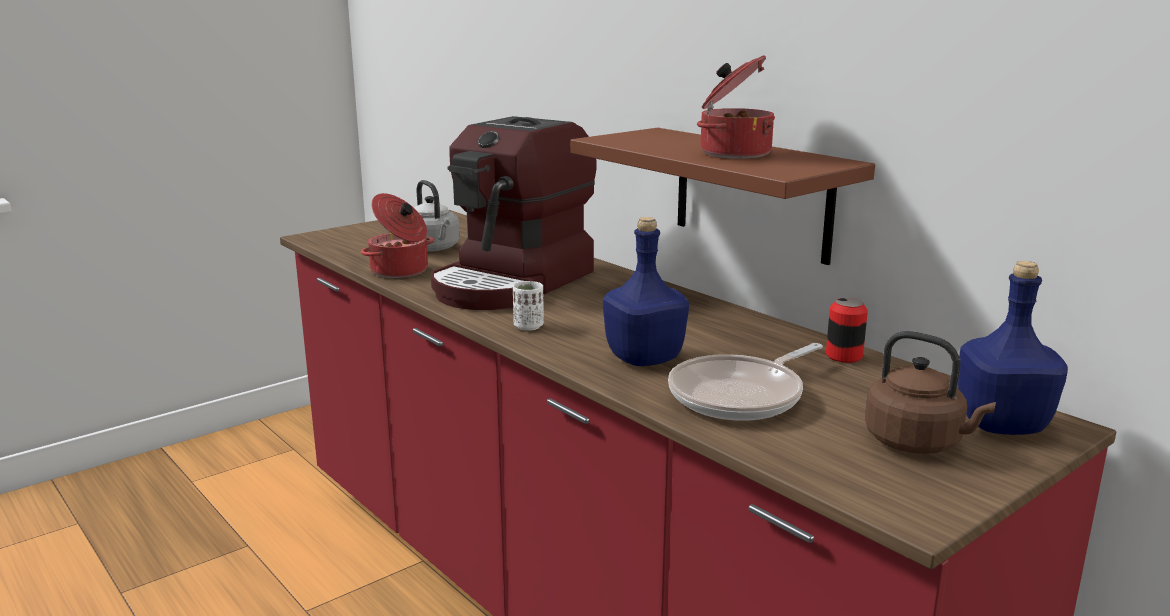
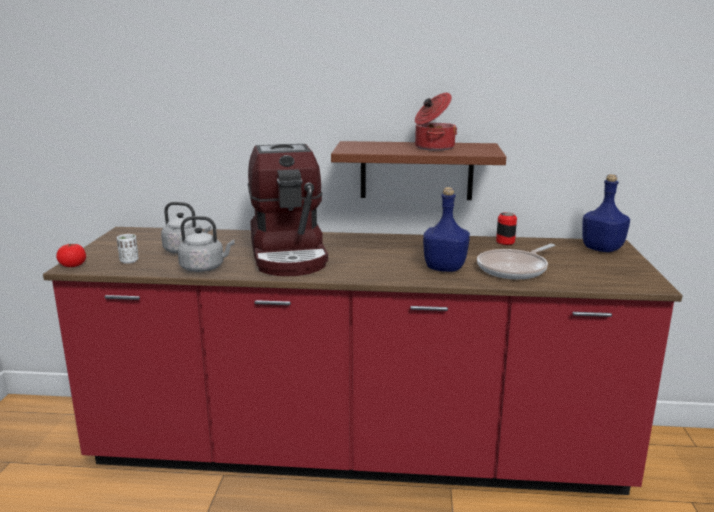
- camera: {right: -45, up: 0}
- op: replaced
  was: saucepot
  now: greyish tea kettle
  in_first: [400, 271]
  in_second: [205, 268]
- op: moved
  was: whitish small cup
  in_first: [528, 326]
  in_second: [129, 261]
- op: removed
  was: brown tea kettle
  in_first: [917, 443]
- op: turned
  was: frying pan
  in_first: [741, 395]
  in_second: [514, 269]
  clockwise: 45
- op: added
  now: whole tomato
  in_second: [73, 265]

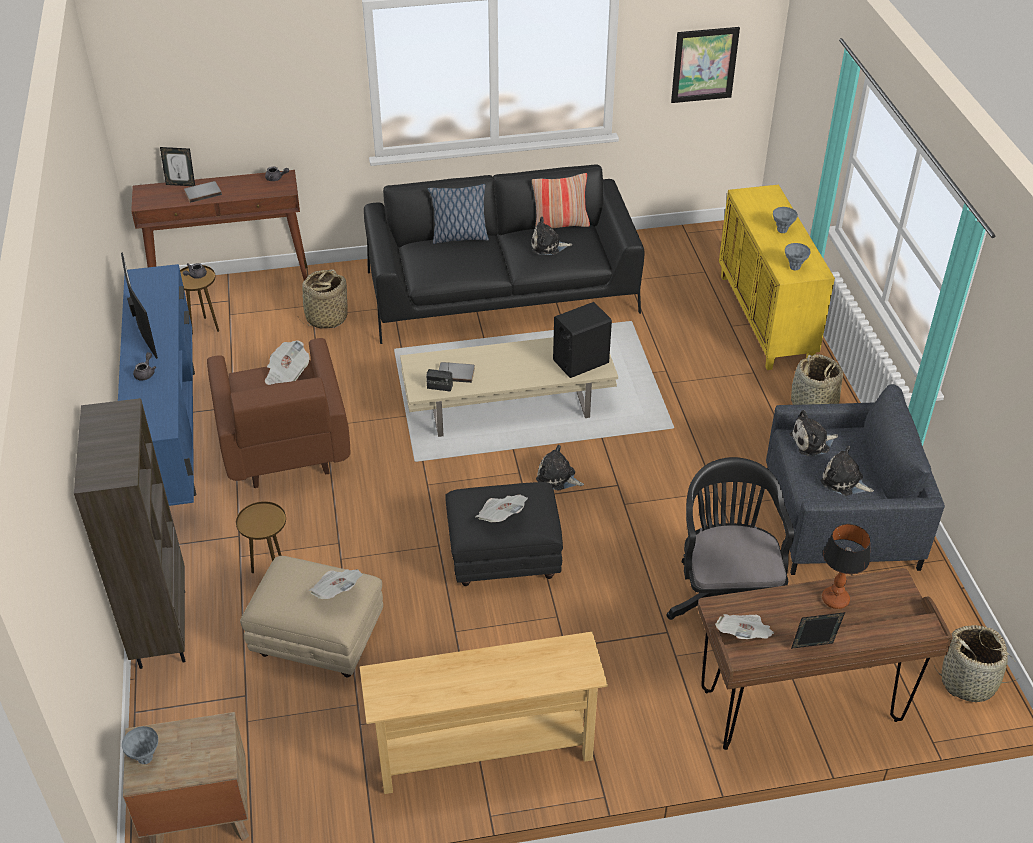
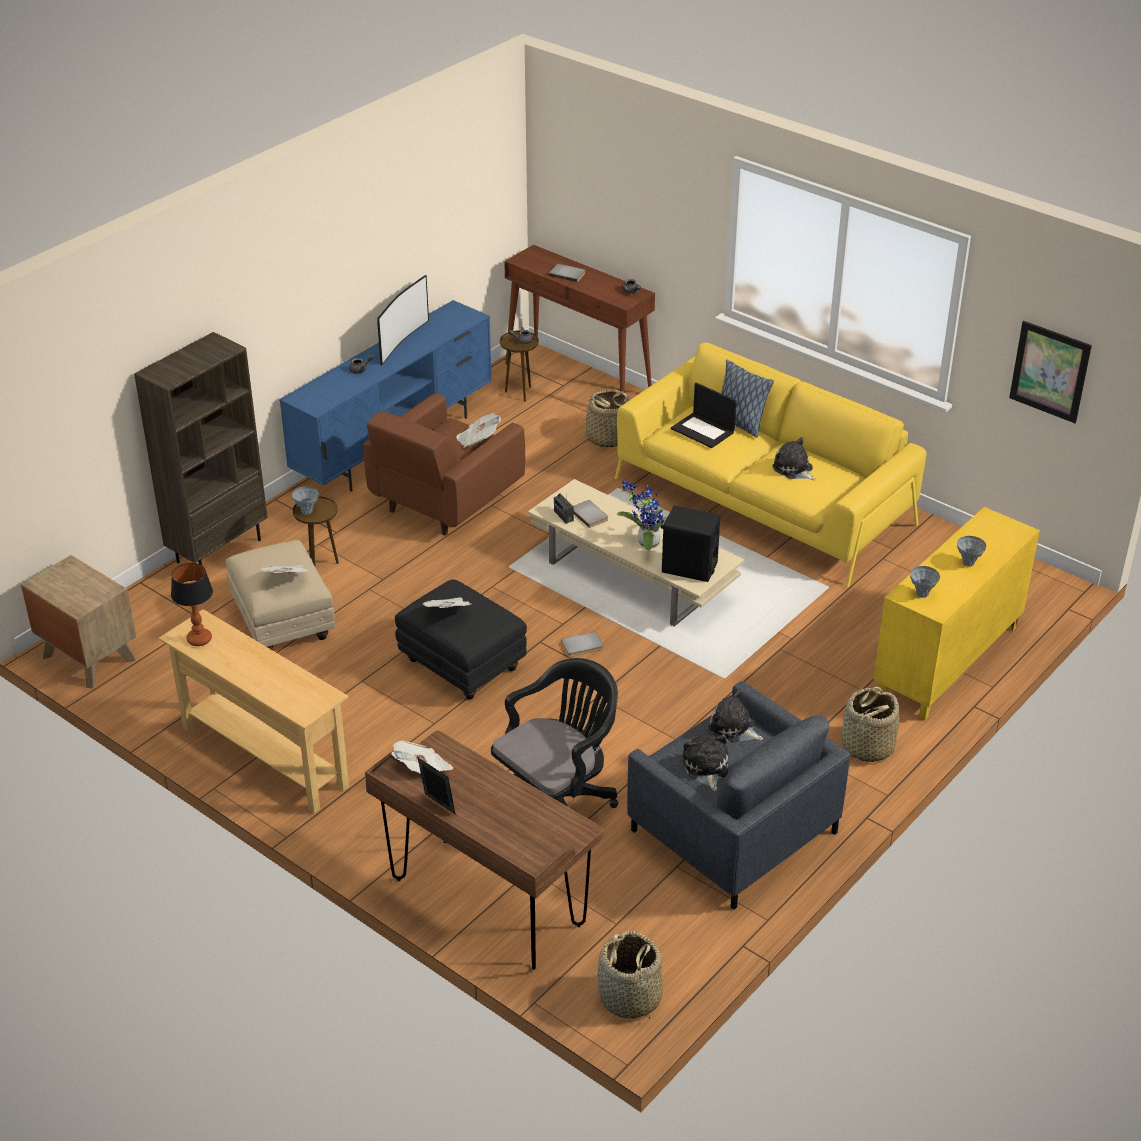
- camera: {right: 50, up: -5}
- op: removed
  was: standing frame
  in_first: [181, 184]
- op: recoloured
  was: black settee
  now: yellow-coloured settee
  in_first: [502, 292]
  in_second: [764, 501]
- op: removed
  was: pillow
  in_first: [560, 225]
- op: replaced
  was: cuddly toy
  now: greyish book
  in_first: [558, 478]
  in_second: [582, 646]
- op: moved
  was: tabletop lamp
  in_first: [834, 599]
  in_second: [199, 639]
- op: moved
  was: greyish decorative vase
  in_first: [145, 758]
  in_second: [307, 511]
- op: added
  now: portable computer
  in_second: [703, 430]
- op: added
  now: plant in a pot
  in_second: [645, 543]

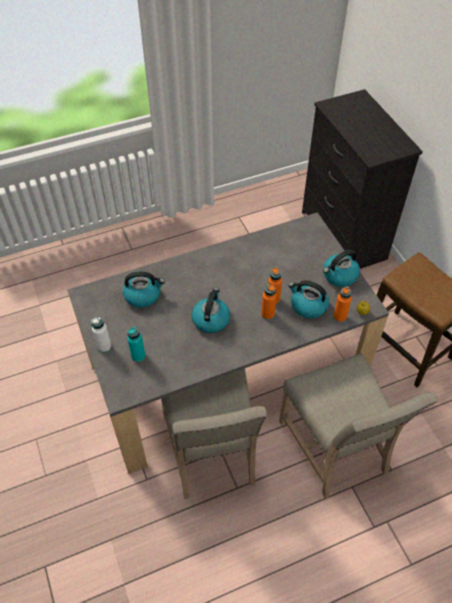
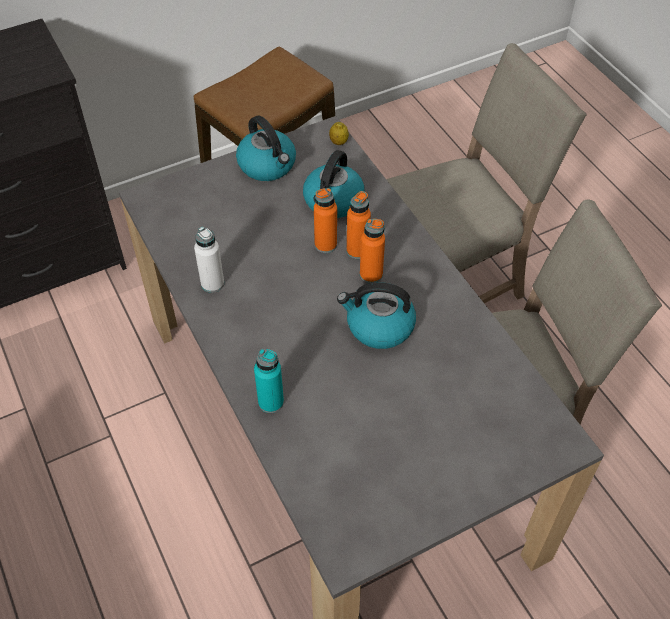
- camera: {right: -95, up: 0}
- op: removed
  was: tea kettle
  in_first: [143, 295]
- op: moved
  was: orange beverage bottle
  in_first: [339, 317]
  in_second: [371, 274]
- op: moved
  was: whitish beverage bottle
  in_first: [104, 346]
  in_second: [212, 283]
- op: moved
  was: turquoise beverage bottle
  in_first: [138, 356]
  in_second: [271, 402]

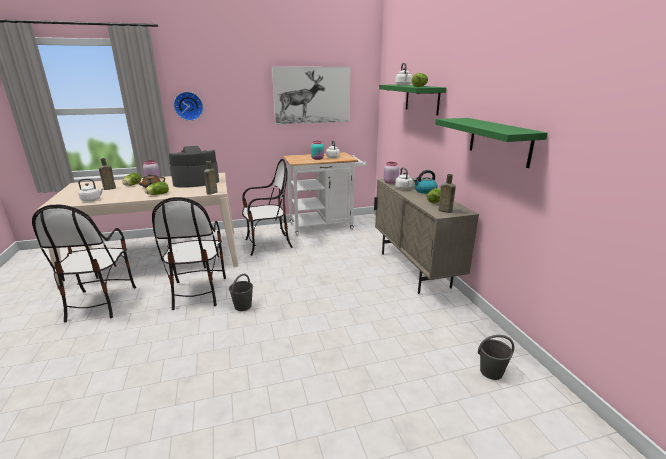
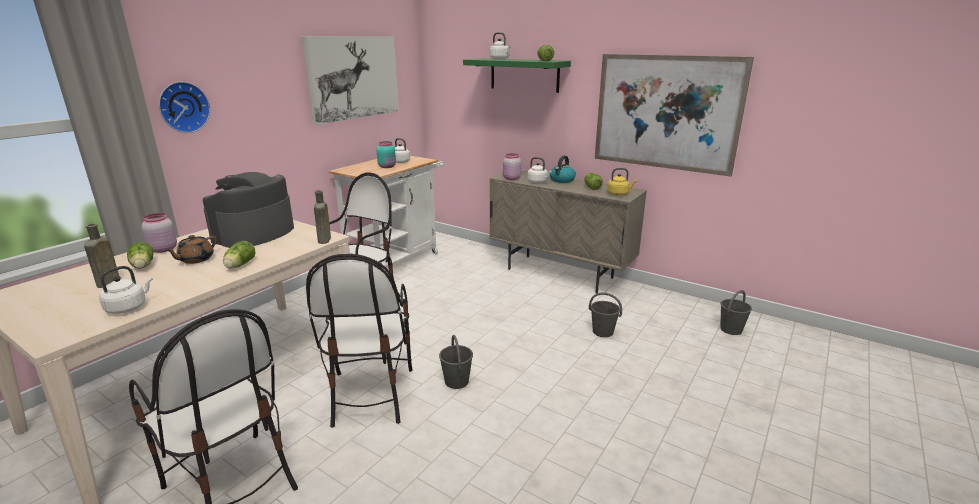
- camera: {right: -40, up: 0}
- op: replaced
  was: green-coloured shelf
  now: wall picture
  in_first: [499, 141]
  in_second: [665, 113]
- op: replaced
  was: brown beverage bottle
  now: yellow-coloured tea kettle
  in_first: [444, 211]
  in_second: [619, 194]
- op: turned
  was: chair
  in_first: [198, 292]
  in_second: [370, 395]
  clockwise: 45
- op: added
  now: greyish water bucket
  in_second: [603, 332]

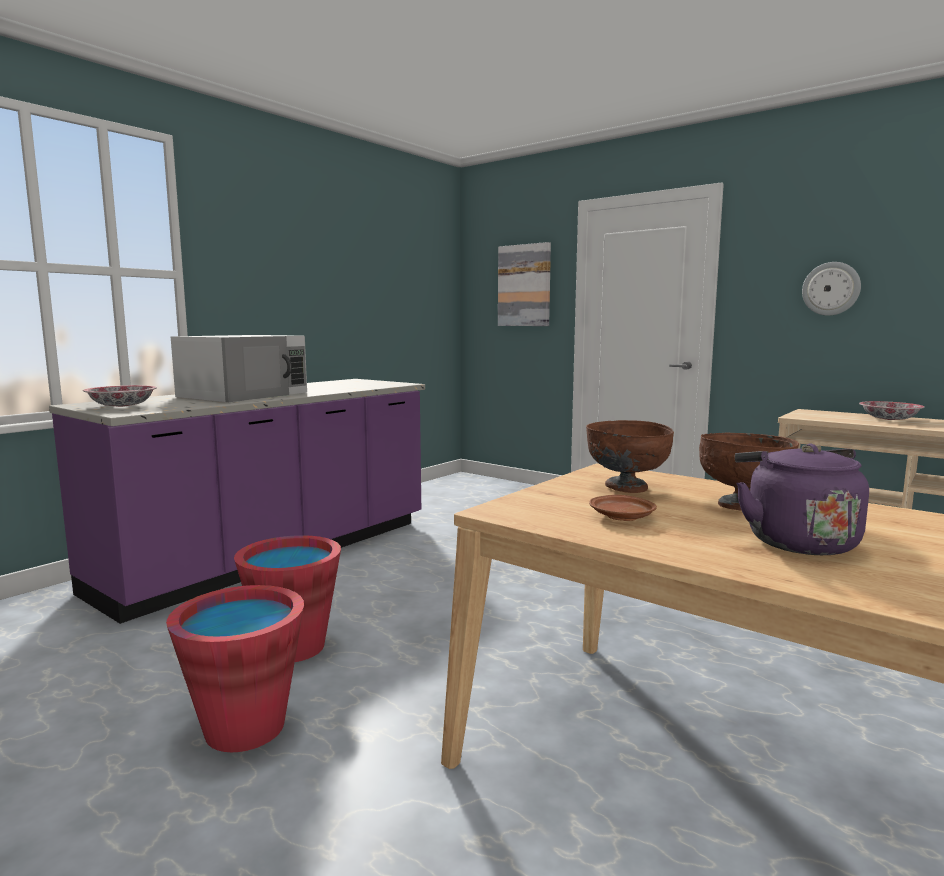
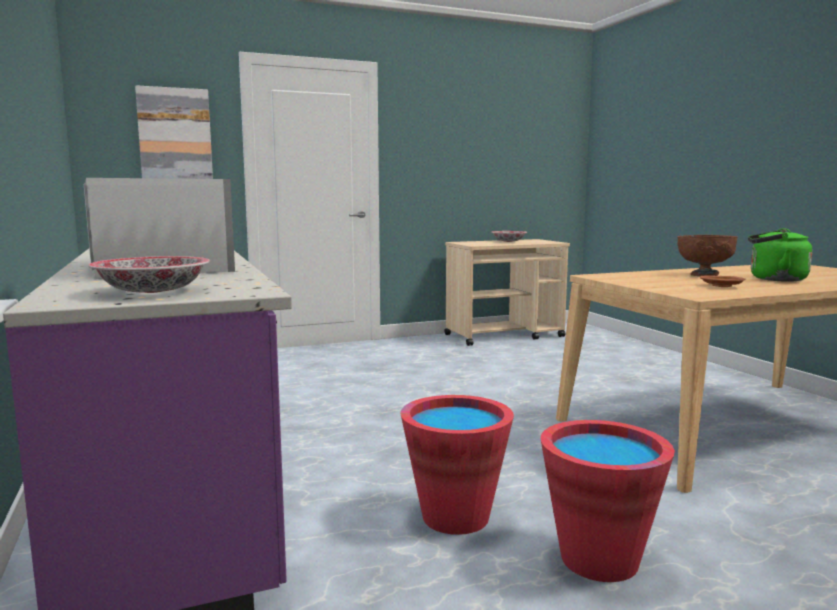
- camera: {right: -60, up: 0}
- op: removed
  was: hanging clock
  in_first: [831, 288]
- op: removed
  was: brown bowl
  in_first: [626, 488]
- op: recoloured
  was: purplish tea kettle
  now: green-coloured tea kettle
  in_first: [795, 541]
  in_second: [774, 279]

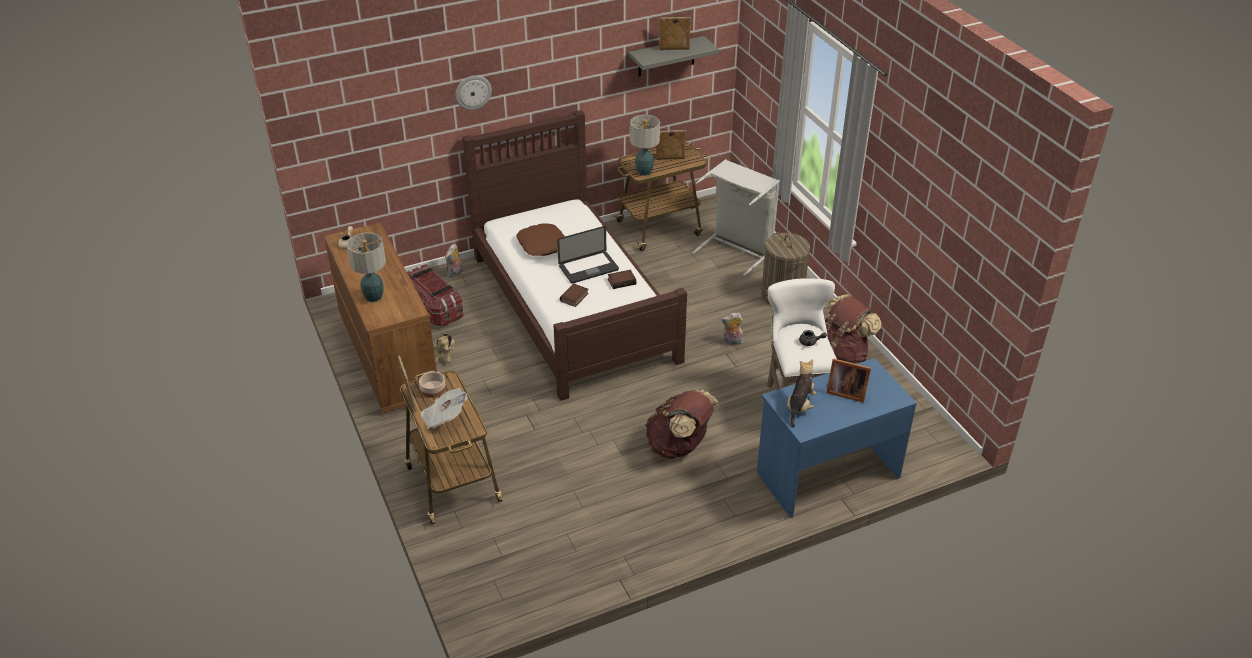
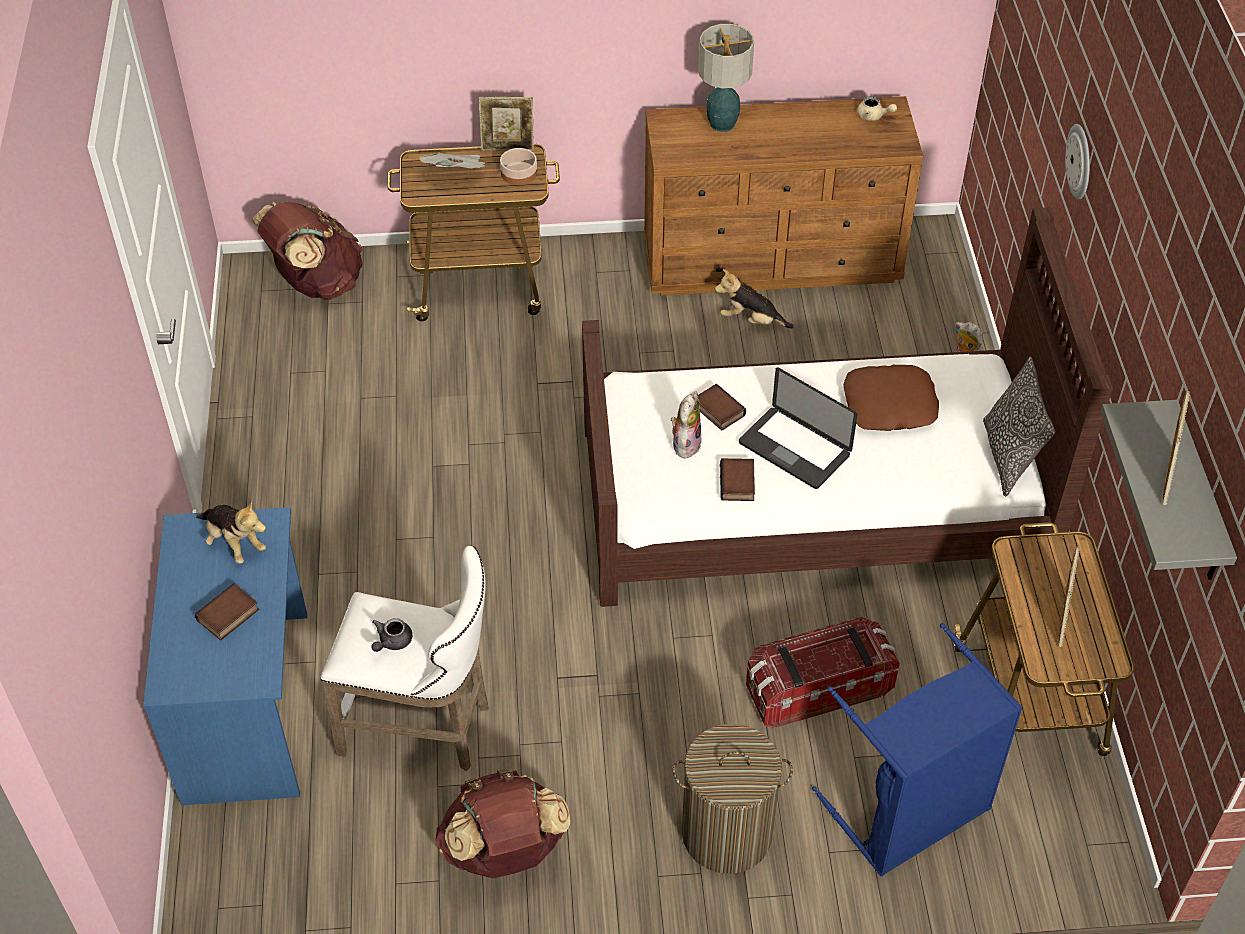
- camera: {right: 110, up: 10}
- op: removed
  was: tabletop lamp
  in_first: [644, 171]
- op: recoloured
  was: greyish hamper
  now: blue hamper
  in_first: [737, 249]
  in_second: [911, 814]
- op: turned
  was: portable computer
  in_first: [588, 268]
  in_second: [794, 449]
  clockwise: -45
- op: moved
  was: storage bin
  in_first: [433, 308]
  in_second: [817, 688]
- op: moved
  was: cuddly toy
  in_first: [731, 342]
  in_second: [685, 443]
- op: replaced
  was: standing frame
  now: book
  in_first: [845, 391]
  in_second: [228, 616]
- op: moved
  was: brown backpack
  in_first: [679, 446]
  in_second: [316, 283]
- op: added
  now: pillow
  in_second: [1008, 457]

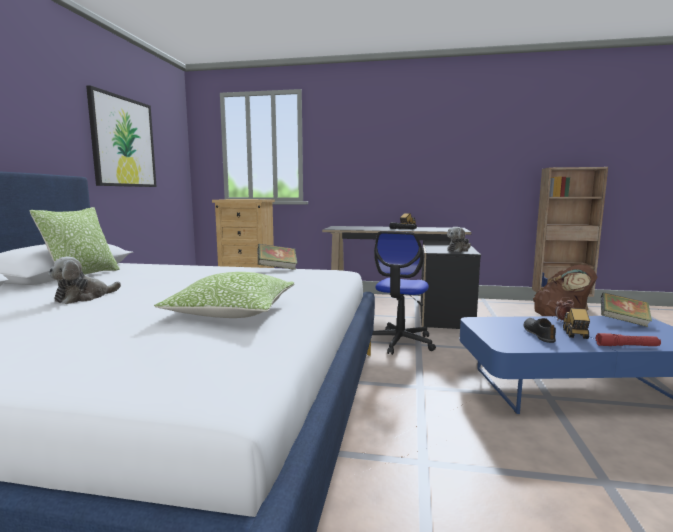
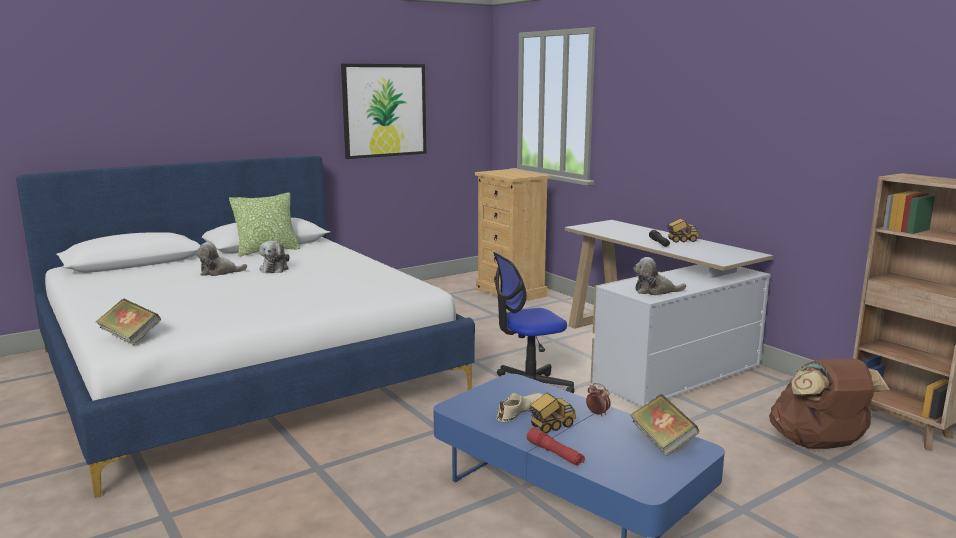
- camera: {right: 45, up: 5}
- op: recoloured
  was: black desk
  now: whitish desk
  in_first: [407, 306]
  in_second: [653, 354]
- op: moved
  was: book
  in_first: [277, 269]
  in_second: [130, 337]
- op: removed
  was: pillow
  in_first: [232, 312]
- op: recoloured
  was: black shoe
  now: sand-coloured shoe
  in_first: [539, 333]
  in_second: [521, 411]
- op: added
  now: cuddly toy
  in_second: [275, 269]

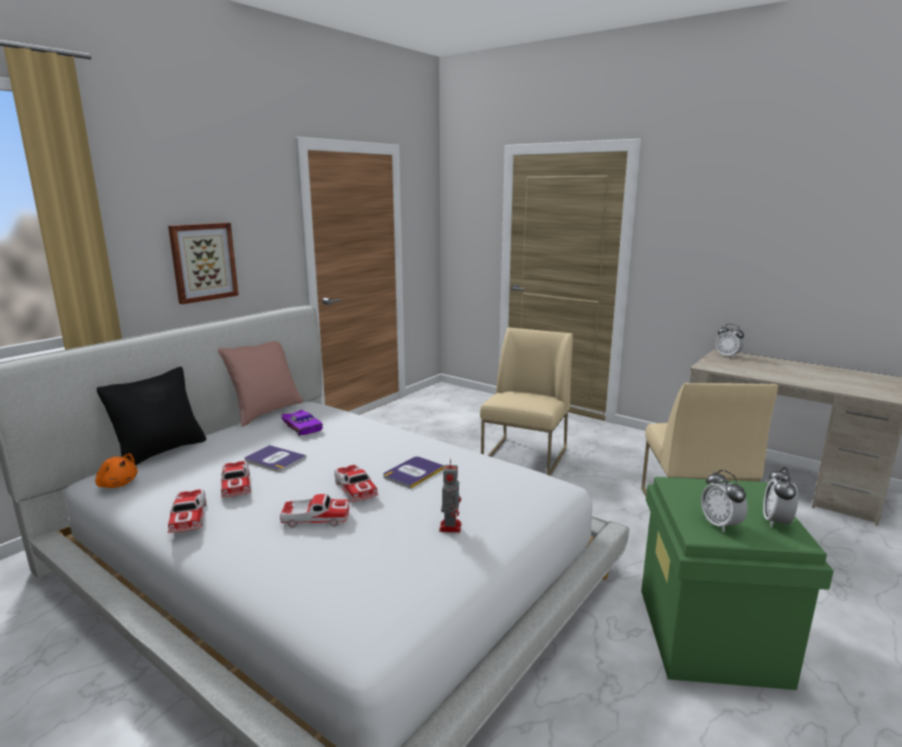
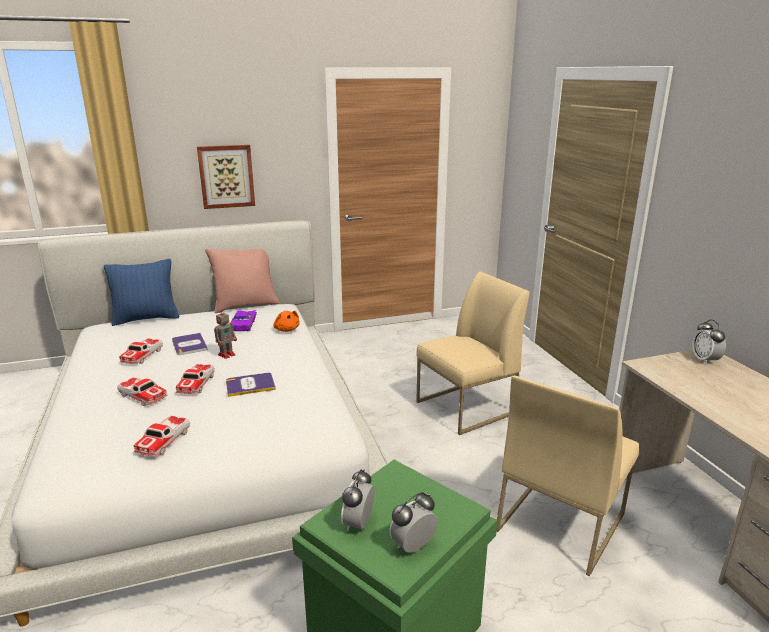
- camera: {right: 35, up: 5}
- op: recoloured
  was: black pillow
  now: blue pillow
  in_first: [161, 452]
  in_second: [146, 319]
- op: moved
  was: orange cuddly toy
  in_first: [117, 484]
  in_second: [286, 329]
- op: moved
  was: model robot
  in_first: [450, 526]
  in_second: [227, 354]
- op: moved
  was: model car
  in_first: [188, 517]
  in_second: [164, 441]

